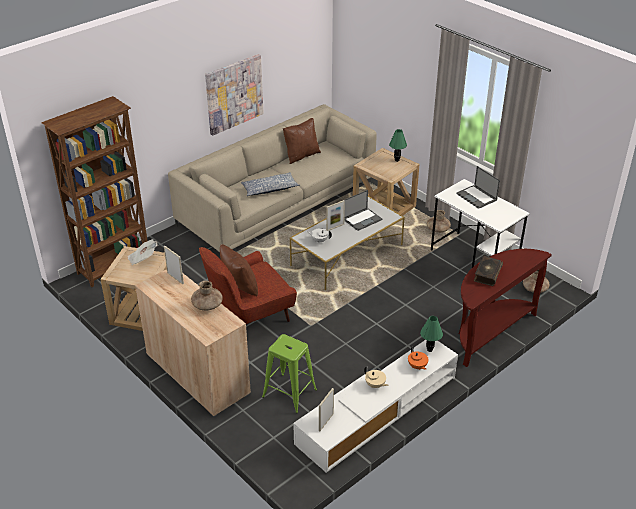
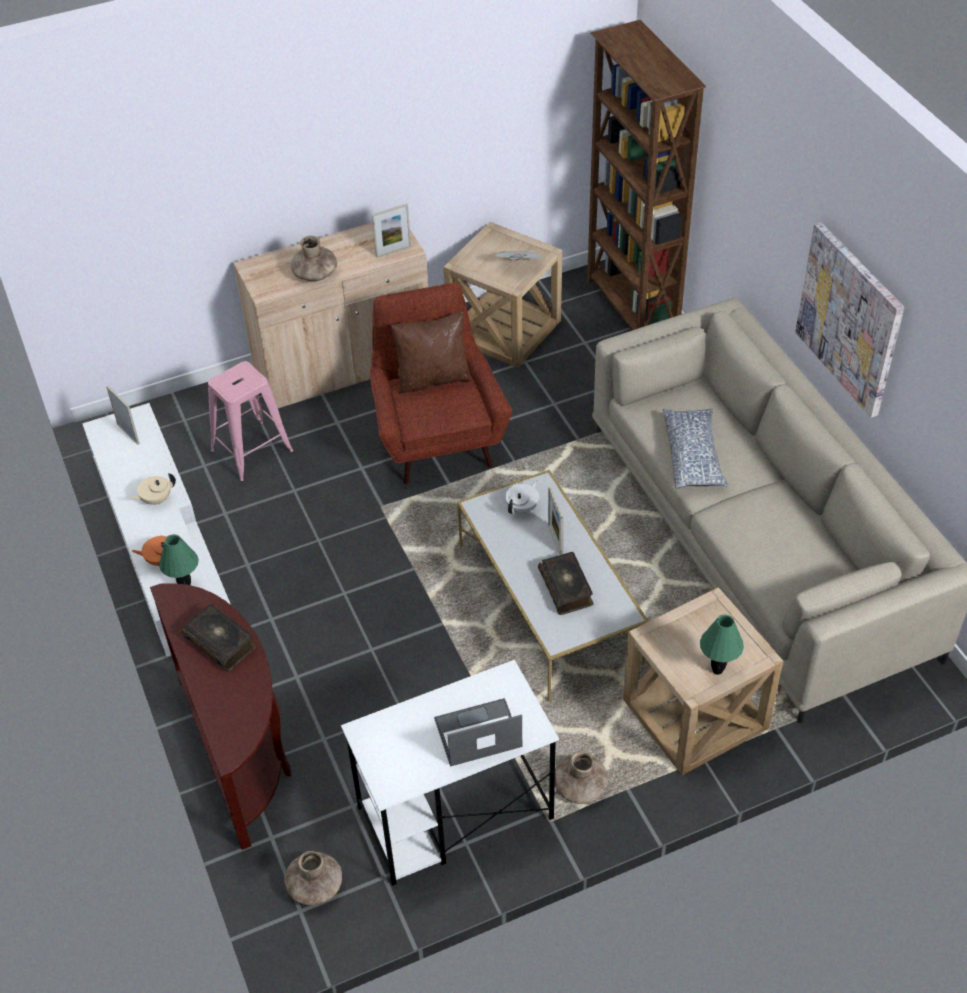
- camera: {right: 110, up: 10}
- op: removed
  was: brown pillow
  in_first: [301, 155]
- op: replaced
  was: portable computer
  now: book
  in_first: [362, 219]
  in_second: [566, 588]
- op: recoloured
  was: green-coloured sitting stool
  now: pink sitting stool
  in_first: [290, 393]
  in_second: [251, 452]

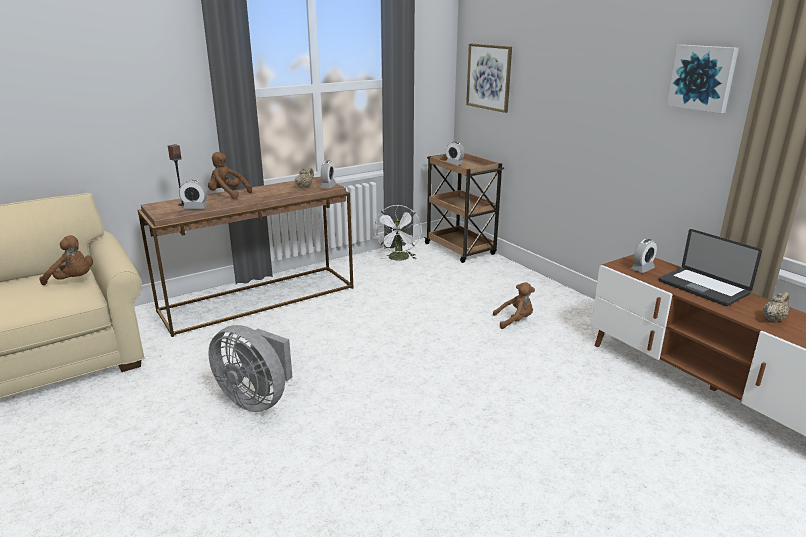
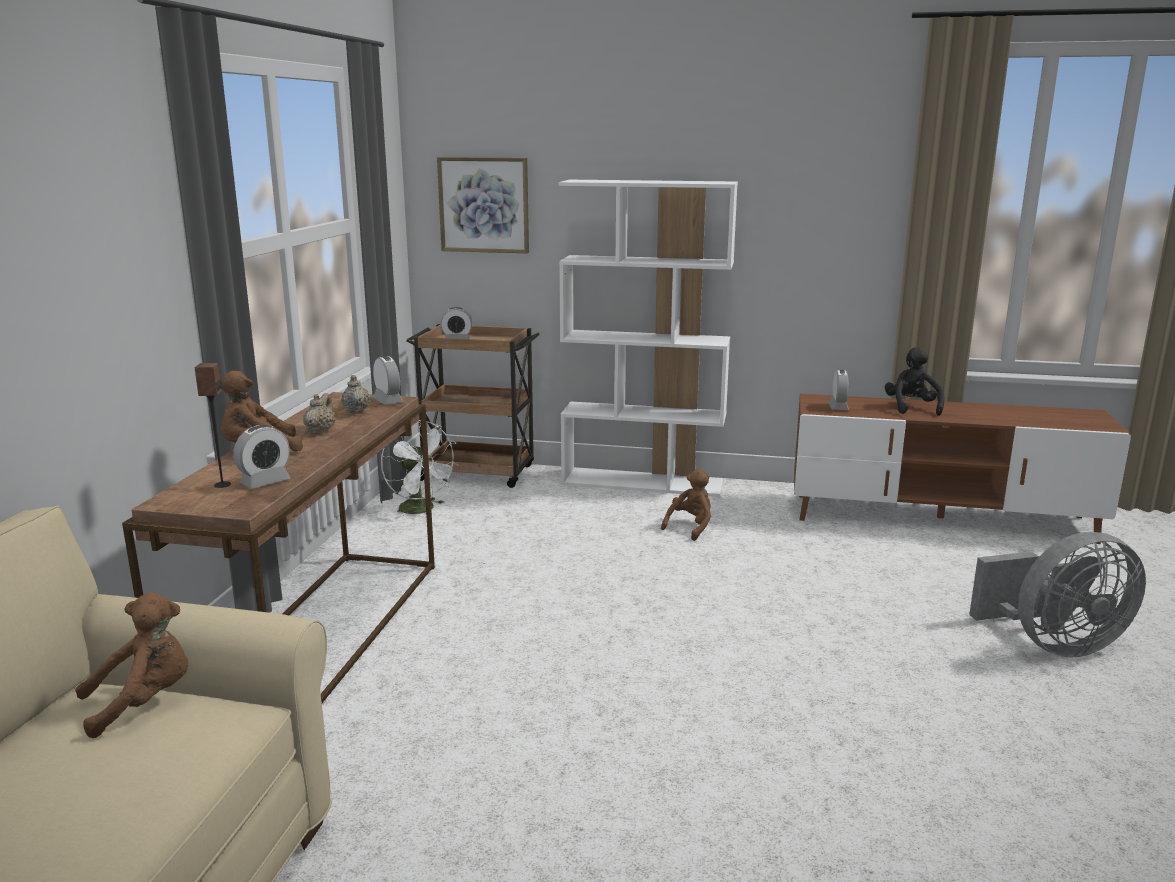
- camera: {right: -45, up: -5}
- op: removed
  was: wall picture
  in_first: [703, 78]
- op: replaced
  was: portable computer
  now: black cuddly toy
  in_first: [703, 288]
  in_second: [911, 408]
- op: moved
  was: sand-coloured tea pot
  in_first: [773, 319]
  in_second: [320, 431]
- op: moved
  was: greyish cooling fan
  in_first: [256, 399]
  in_second: [1054, 645]
- op: added
  now: whitish bookshelf
  in_second: [643, 482]

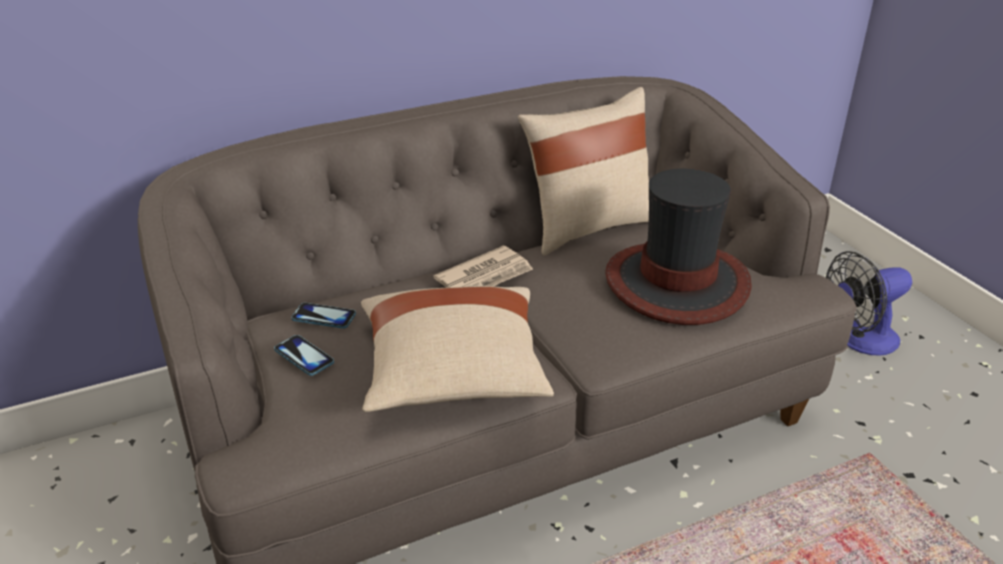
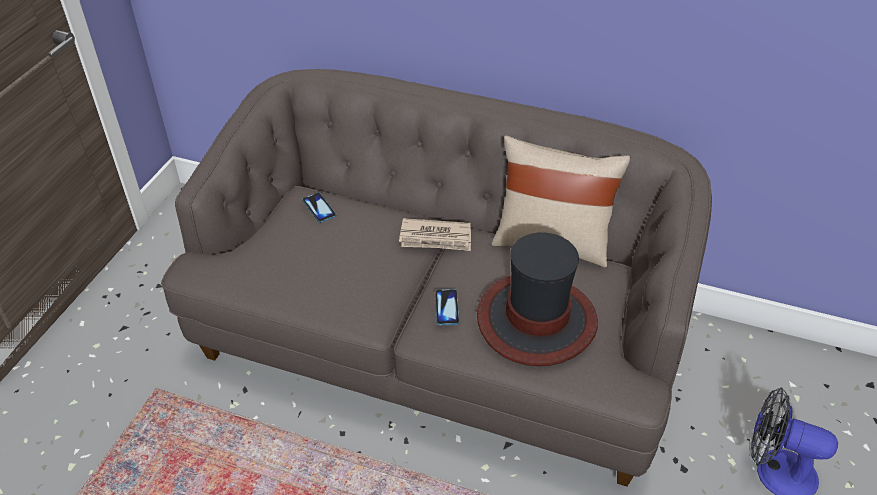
- camera: {right: 45, up: 10}
- op: removed
  was: sand-coloured pillow
  in_first: [453, 374]
- op: moved
  was: telephone
  in_first: [304, 356]
  in_second: [446, 308]

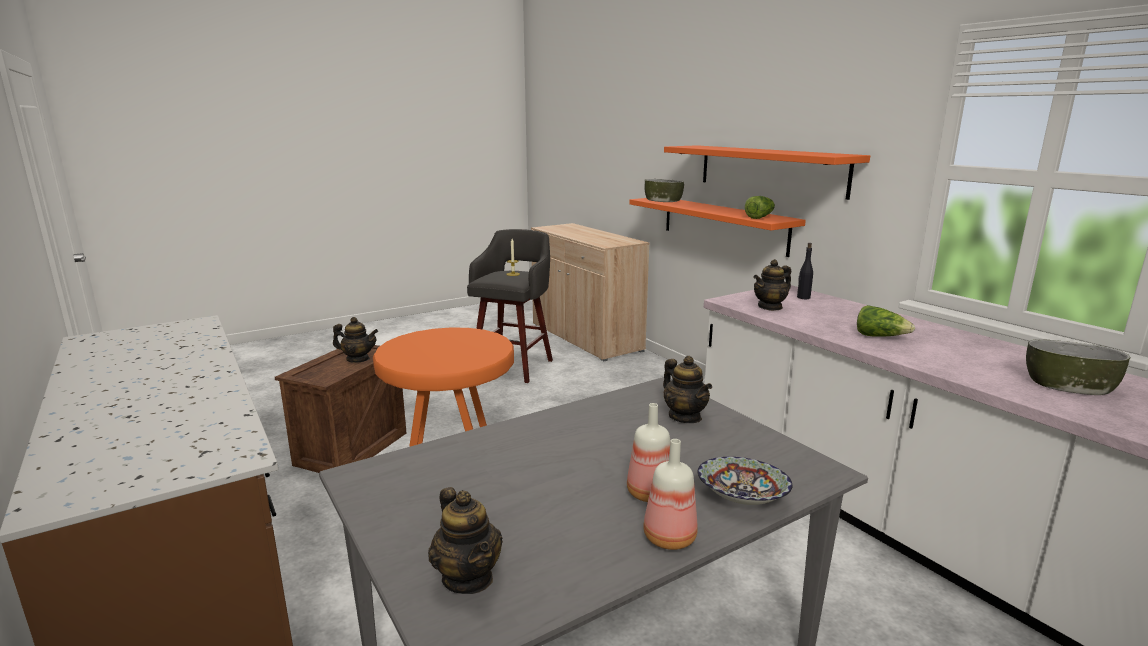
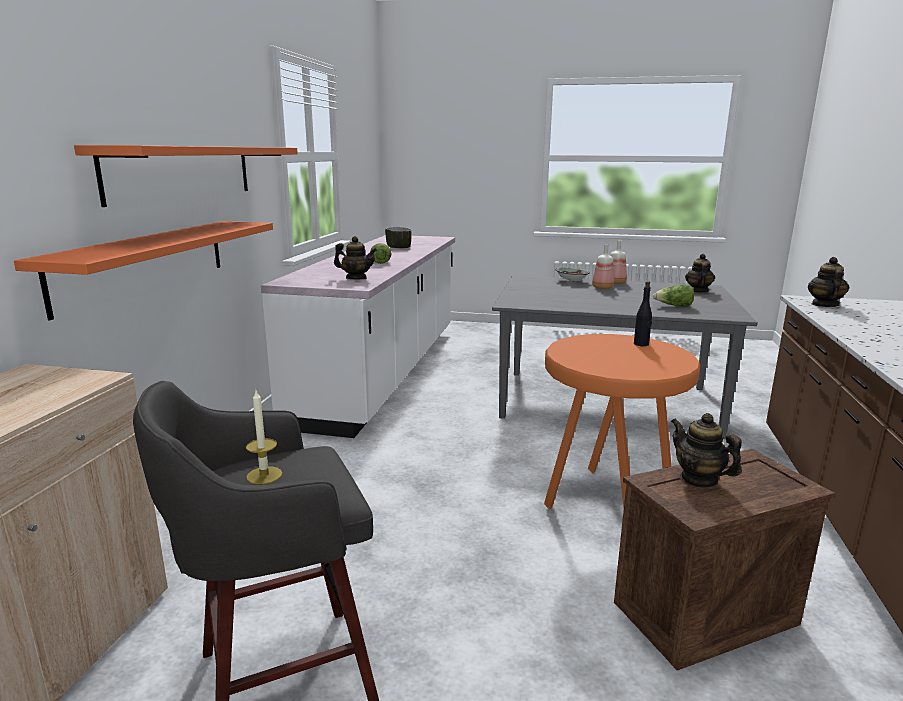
- camera: {right: -135, up: 0}
- op: removed
  was: bowl
  in_first: [663, 200]
- op: moved
  was: head of lettuce
  in_first: [759, 217]
  in_second: [673, 306]
- op: moved
  was: black beverage bottle
  in_first: [803, 297]
  in_second: [641, 344]
- op: moved
  was: tea pot
  in_first: [685, 417]
  in_second: [824, 305]

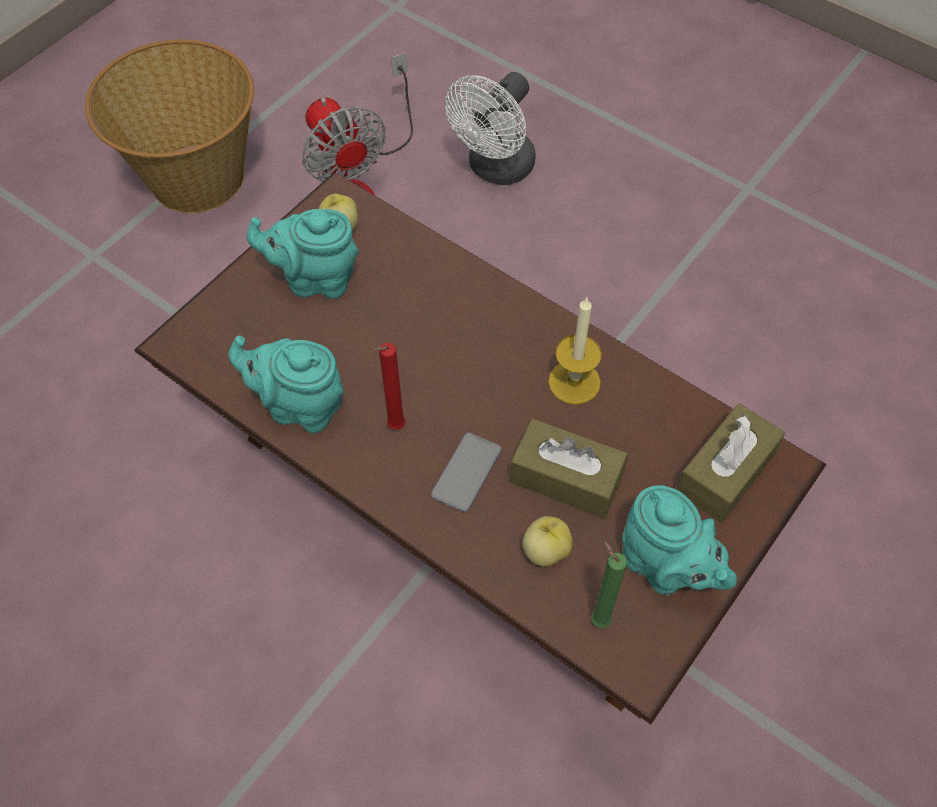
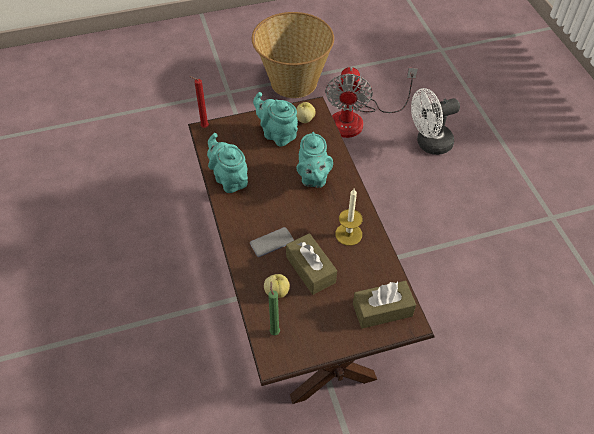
- camera: {right: 35, up: -5}
- op: moved
  was: red-coloured candle
  in_first: [394, 427]
  in_second: [203, 127]
- op: moved
  was: turquoise tea pot
  in_first: [666, 568]
  in_second: [313, 178]

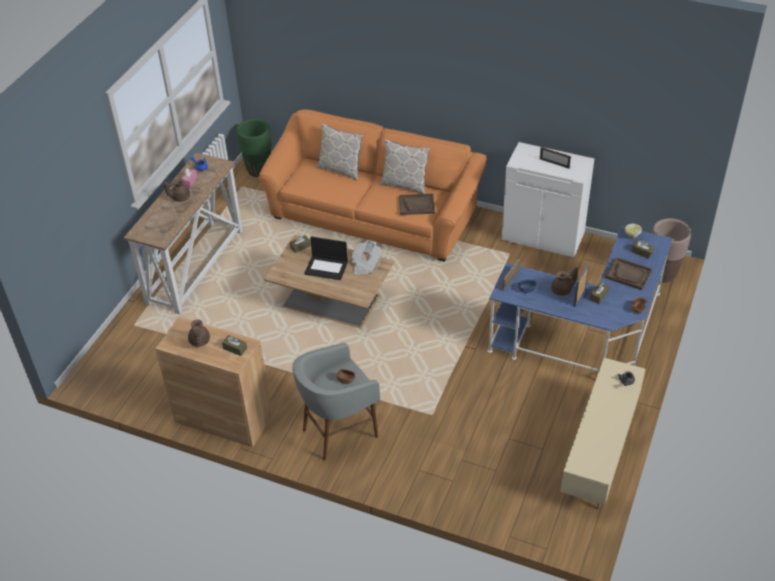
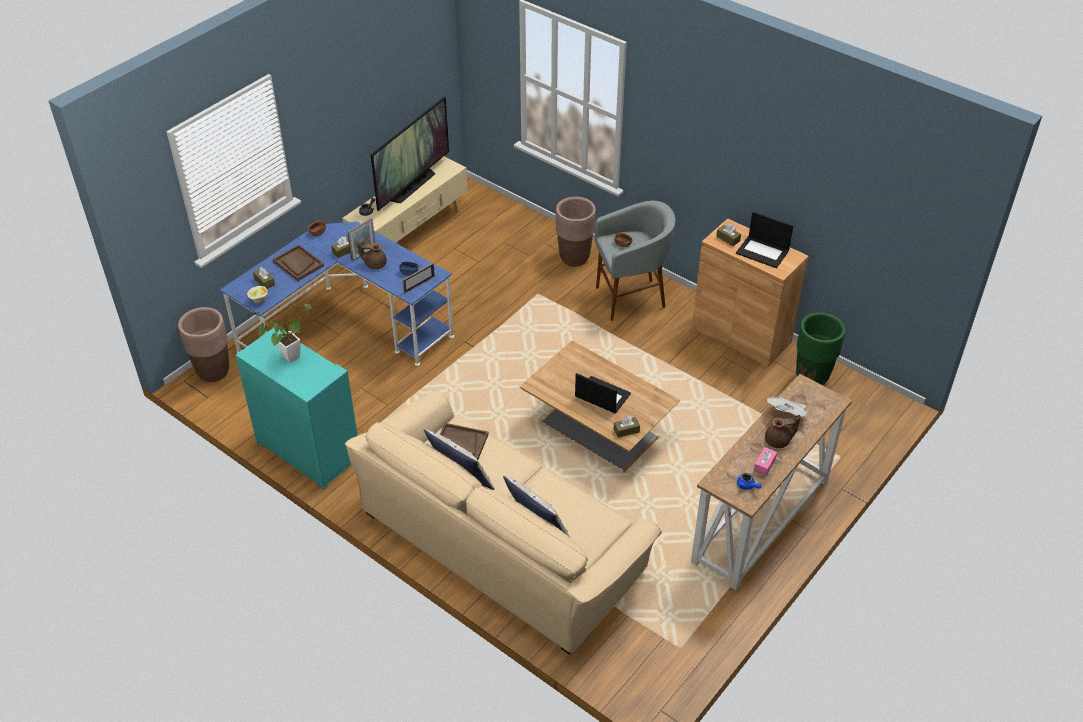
- camera: {right: -165, up: 0}
- op: recoloured
  was: orange settee
  now: sand-coloured settee
  in_first: [373, 214]
  in_second: [503, 542]
- op: moved
  was: green-coloured flower pot
  in_first: [259, 170]
  in_second: [811, 377]
- op: recoloured
  was: whitish storage cabinet
  now: turquoise storage cabinet
  in_first: [543, 237]
  in_second: [307, 450]
- op: replaced
  was: standing frame
  now: plant in a pot
  in_first: [554, 163]
  in_second: [288, 359]
- op: moved
  was: daily paper
  in_first: [365, 265]
  in_second: [787, 414]
- op: replaced
  was: brown tea pot
  now: portable computer
  in_first: [199, 342]
  in_second: [763, 252]
- op: added
  now: television
  in_second: [413, 186]
- op: added
  now: brown flower pot
  in_second: [574, 258]

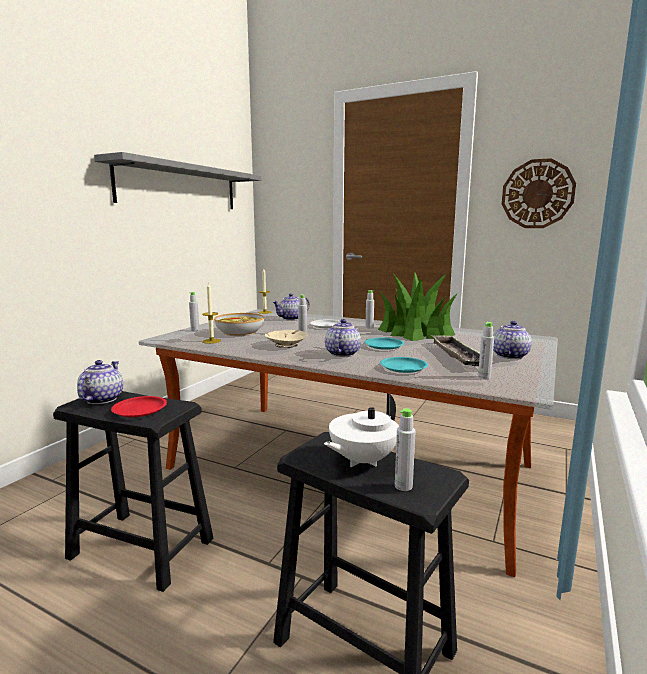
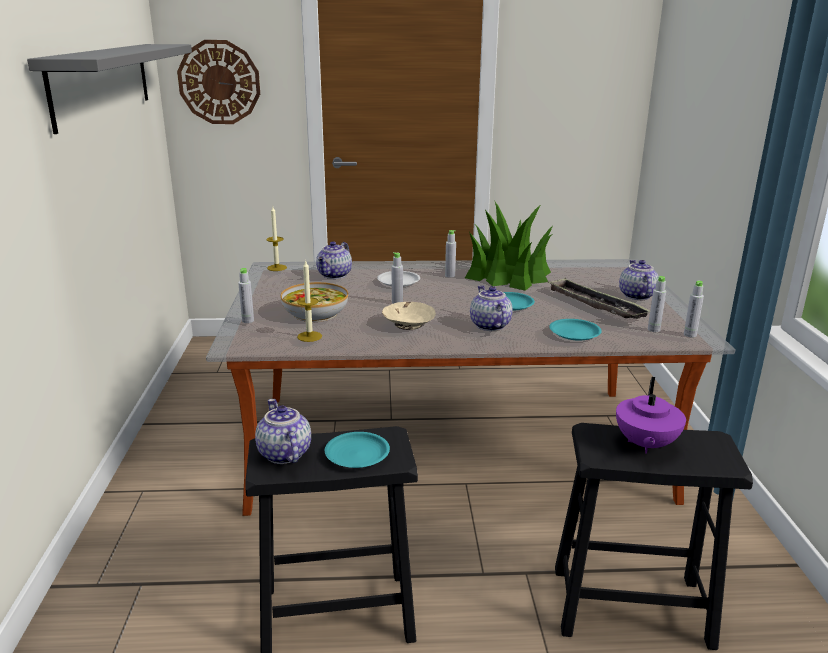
- camera: {right: -30, up: 10}
- op: moved
  was: hanging clock
  in_first: [537, 194]
  in_second: [219, 82]
- op: recoloured
  was: whitish tea pot
  now: purplish tea pot
  in_first: [361, 460]
  in_second: [645, 444]
- op: recoloured
  was: red-coloured dinner plate
  now: turquoise dinner plate
  in_first: [140, 410]
  in_second: [358, 454]
- op: moved
  was: greyish beverage bottle
  in_first: [403, 486]
  in_second: [690, 335]

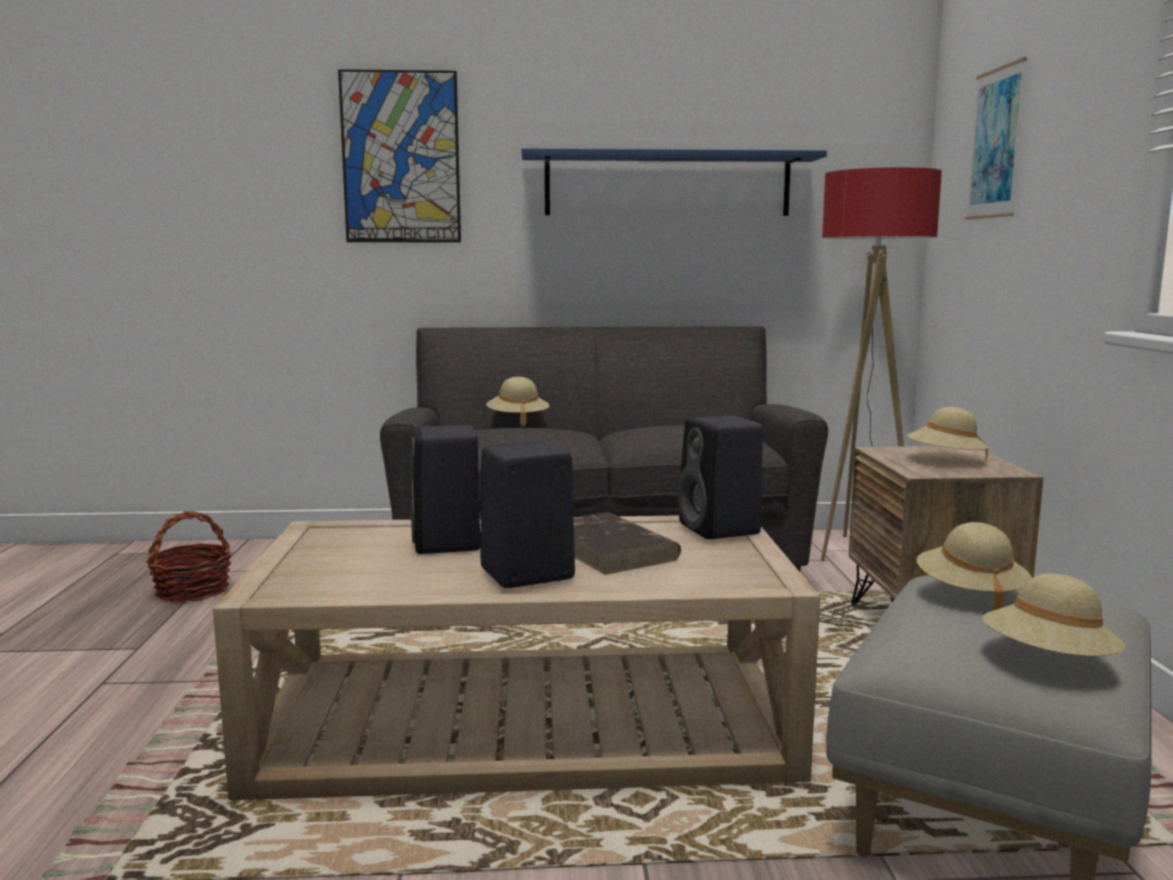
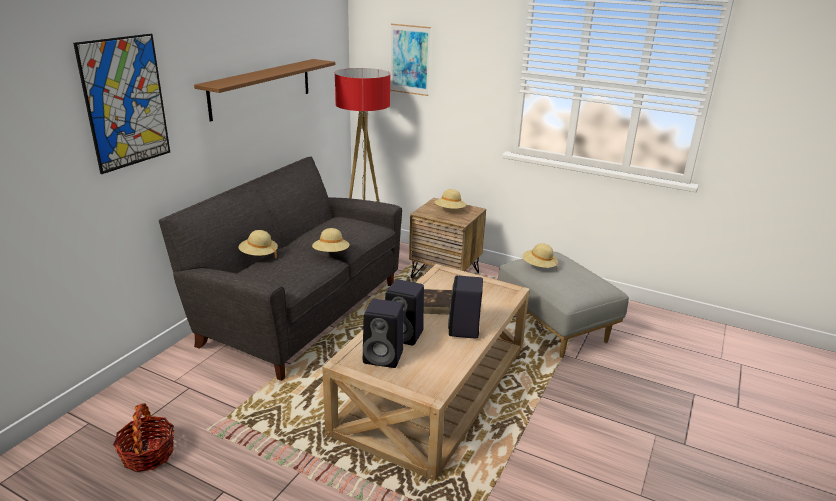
- camera: {right: -60, up: 15}
- op: recoloured
  was: blue shelf
  now: brown shelf
  in_first: [667, 185]
  in_second: [261, 88]
- op: moved
  was: black speaker
  in_first: [721, 529]
  in_second: [384, 357]
- op: moved
  was: sand-coloured wearable hat
  in_first: [1049, 661]
  in_second: [331, 253]

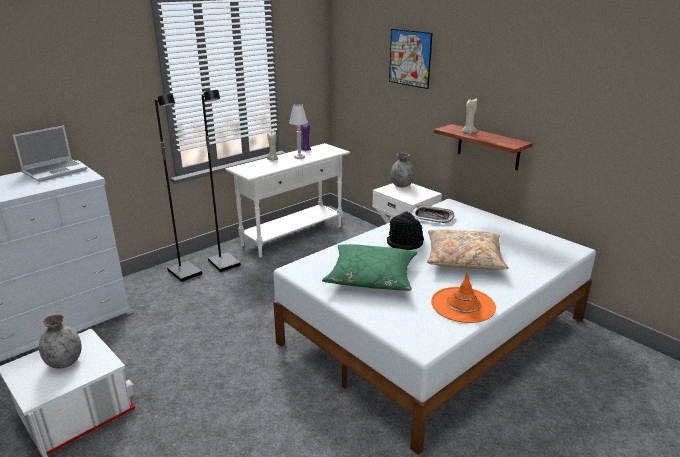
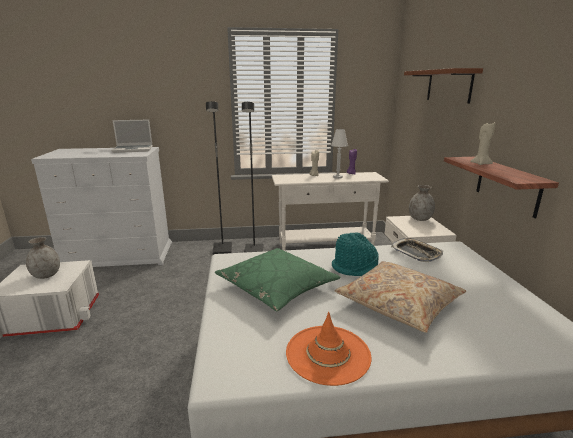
- camera: {right: 35, up: -5}
- op: replaced
  was: wall picture
  now: brown shelf
  in_first: [410, 58]
  in_second: [449, 85]
- op: recoloured
  was: black wearable hat
  now: turquoise wearable hat
  in_first: [405, 242]
  in_second: [354, 267]

